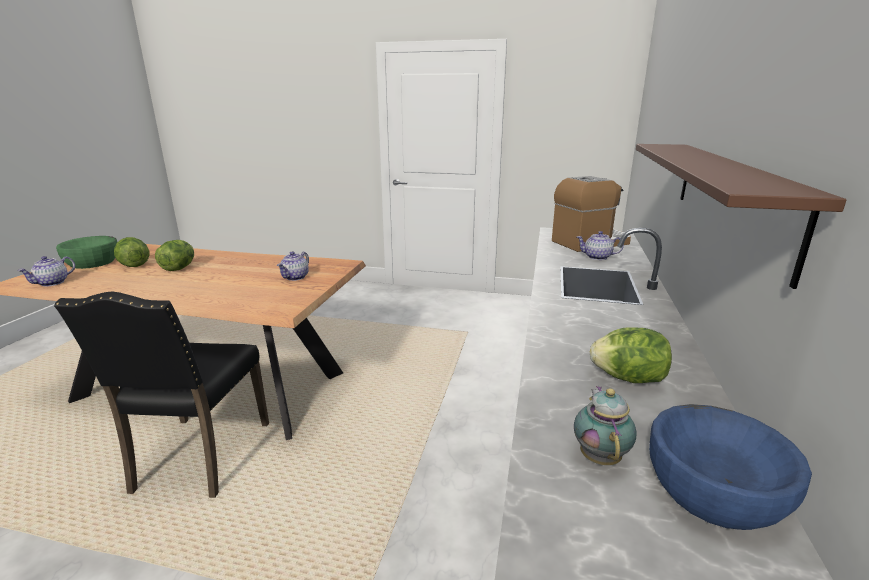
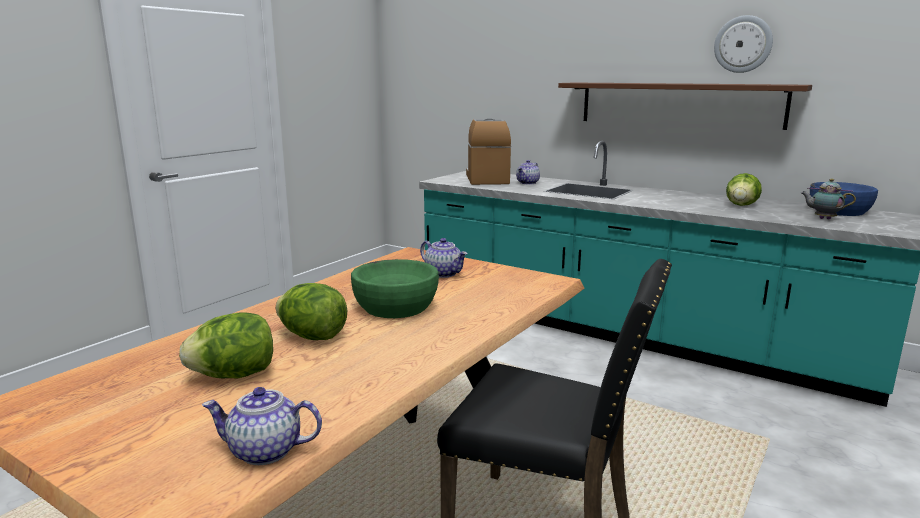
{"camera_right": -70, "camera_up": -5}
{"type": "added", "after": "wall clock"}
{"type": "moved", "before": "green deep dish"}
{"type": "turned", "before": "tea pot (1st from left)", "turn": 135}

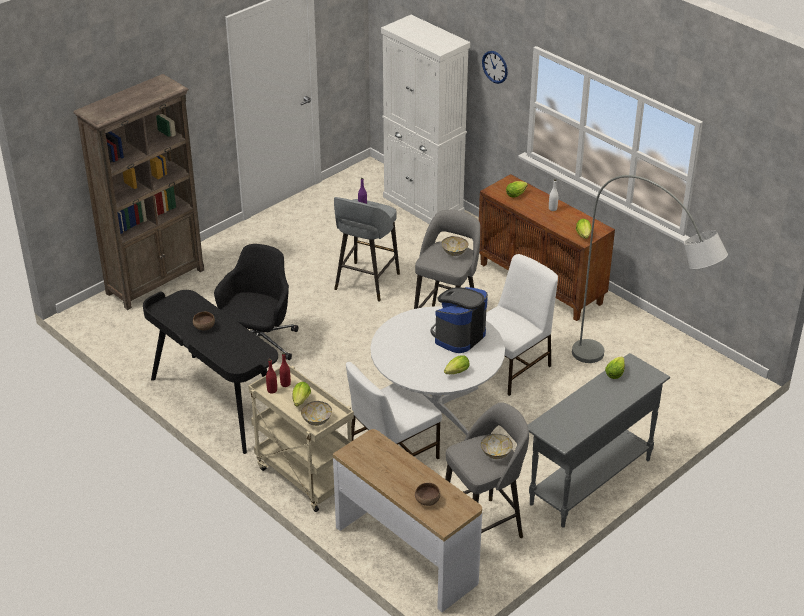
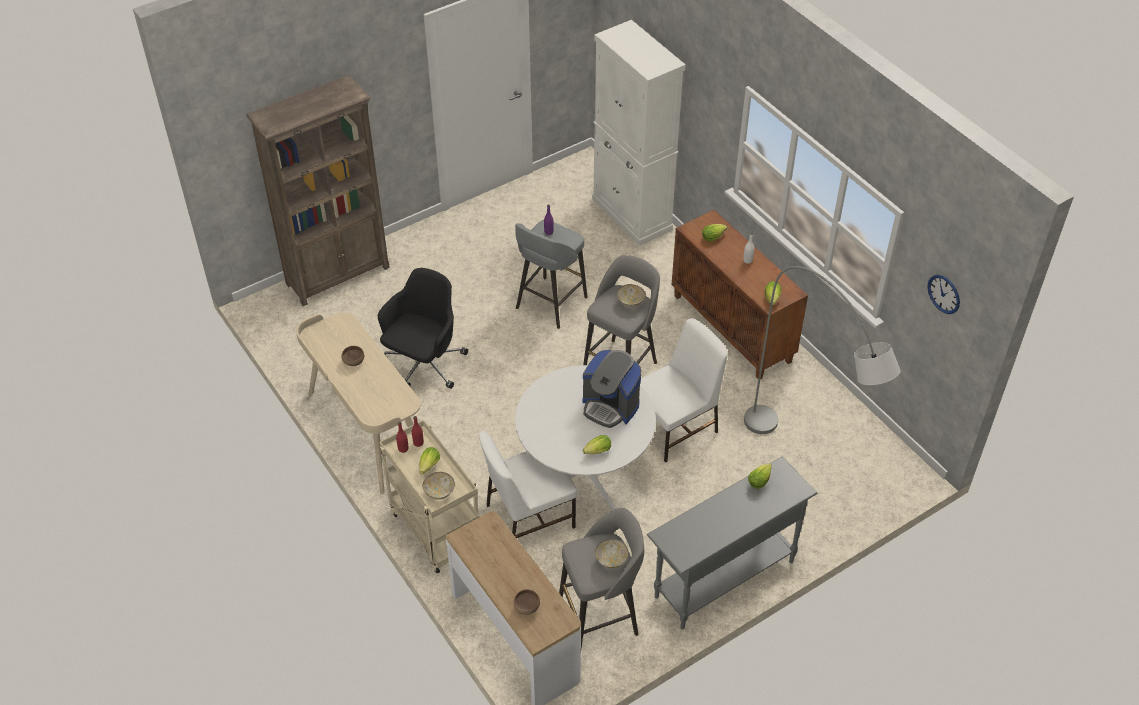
{"camera_right": 10, "camera_up": 10}
{"type": "moved", "before": "wall clock"}
{"type": "recoloured", "before": "black-coloured desk unit", "after": "beige desk unit"}
{"type": "turned", "before": "coffee machine", "turn": -105}

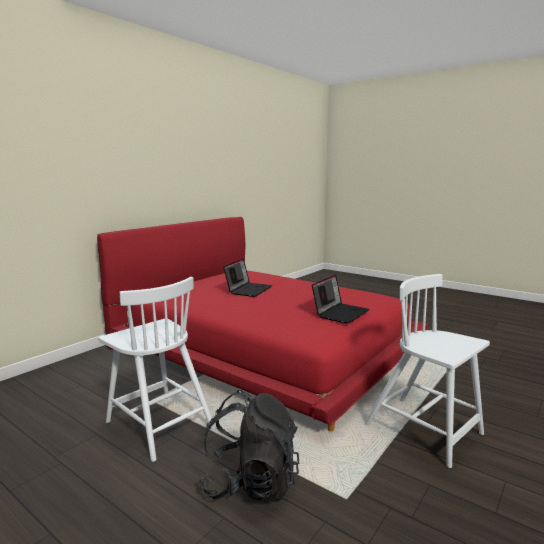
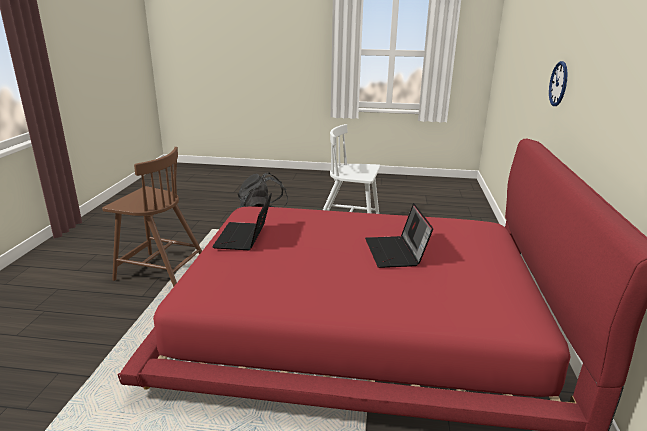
{"camera_right": 150, "camera_up": 10}
{"type": "added", "after": "wall clock"}
{"type": "recoloured", "before": "white-coloured plain chair (2nd from left)", "after": "brownish plain chair"}

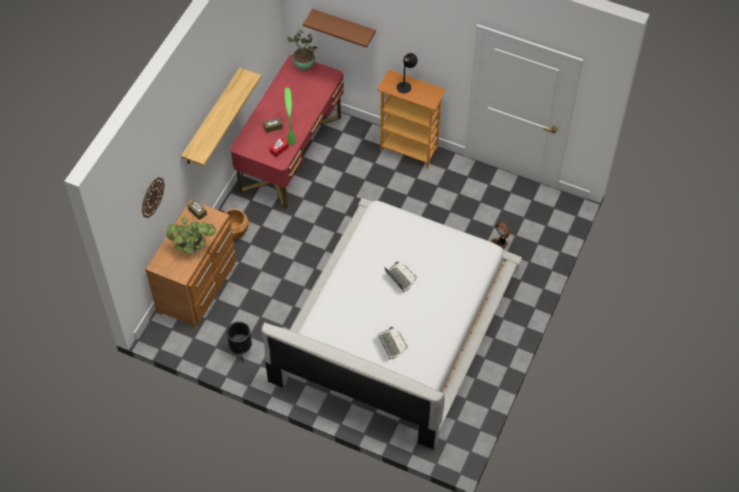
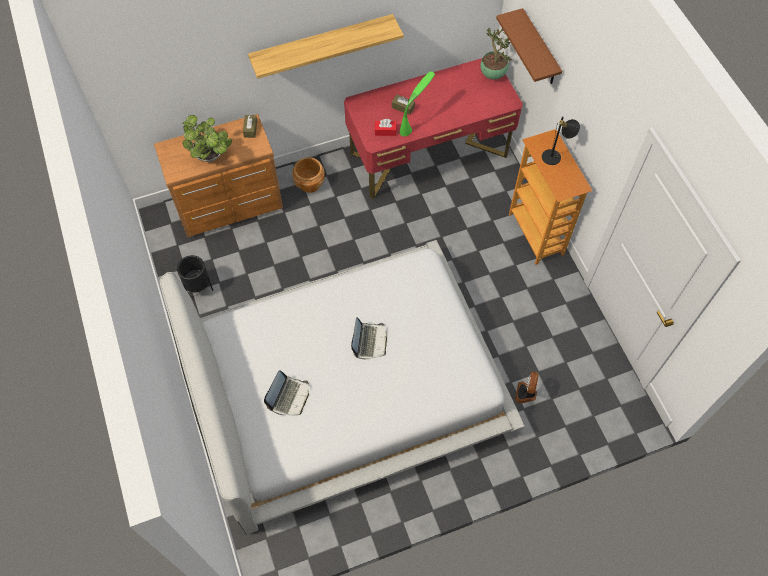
{"camera_right": 45, "camera_up": 5}
{"type": "removed", "before": "wall clock"}

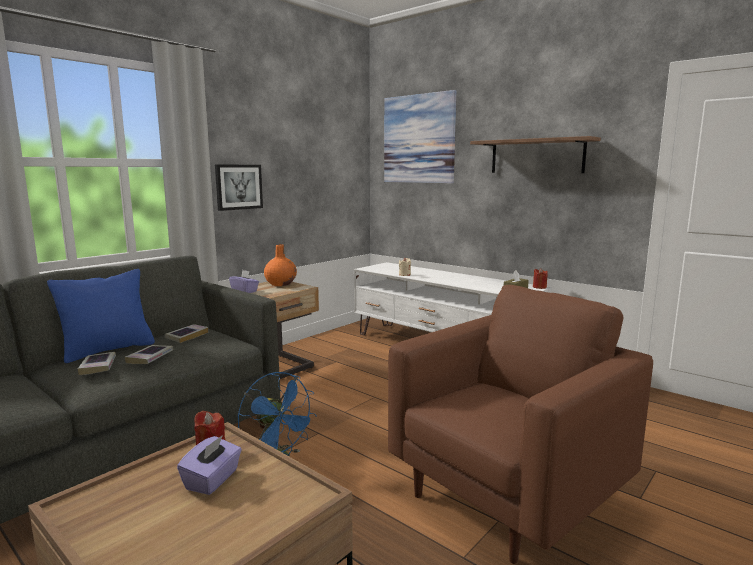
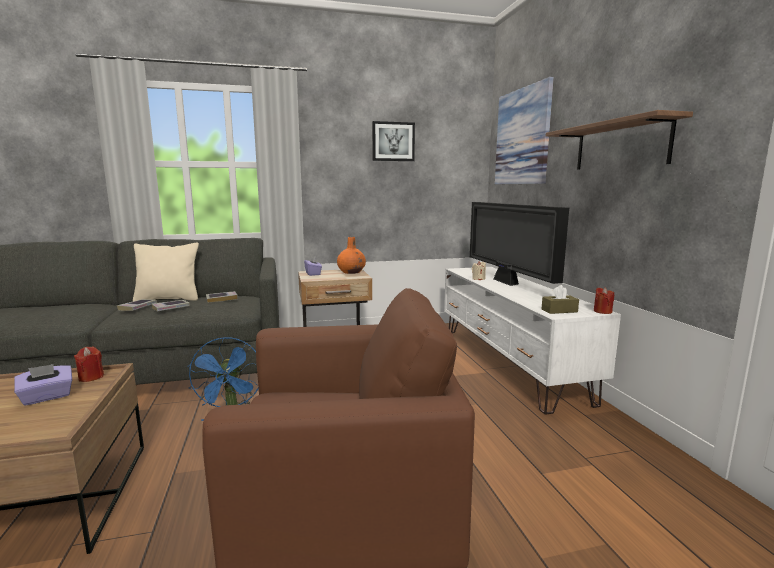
{"camera_right": 35, "camera_up": 0}
{"type": "added", "after": "TV"}
{"type": "moved", "before": "wall picture (1st from left)"}
{"type": "recoloured", "before": "bluish cushion", "after": "beige cushion"}

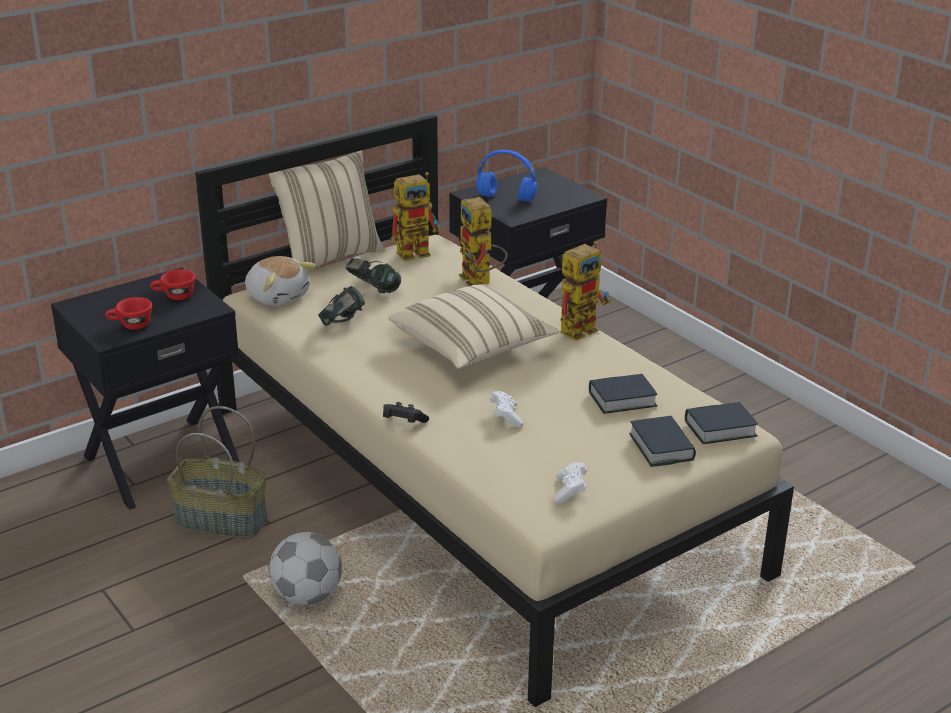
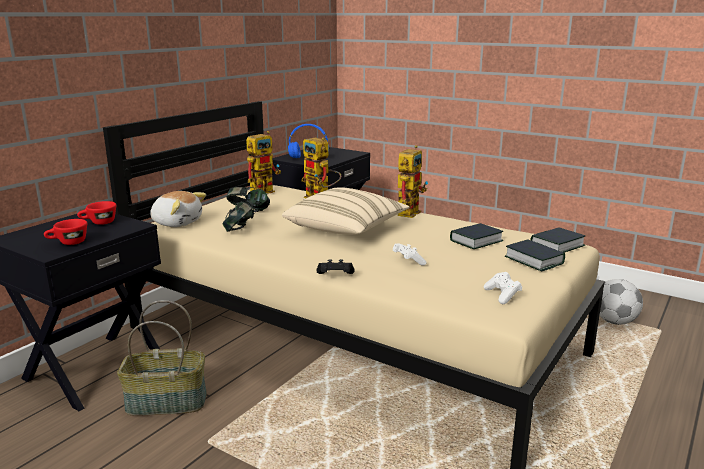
{"camera_right": -20, "camera_up": -10}
{"type": "removed", "before": "beige cushion (1st from left)"}
{"type": "moved", "before": "ball for football"}

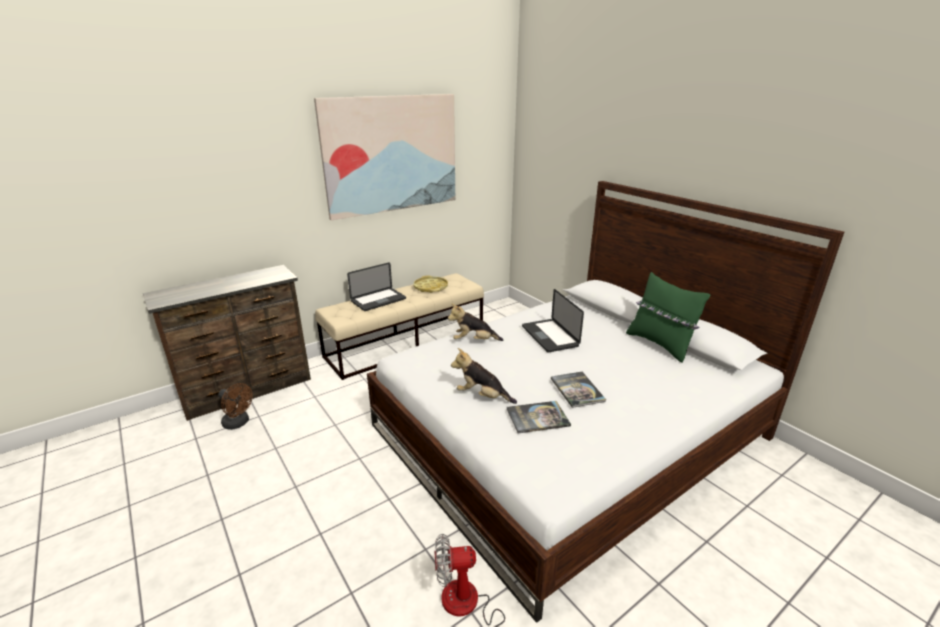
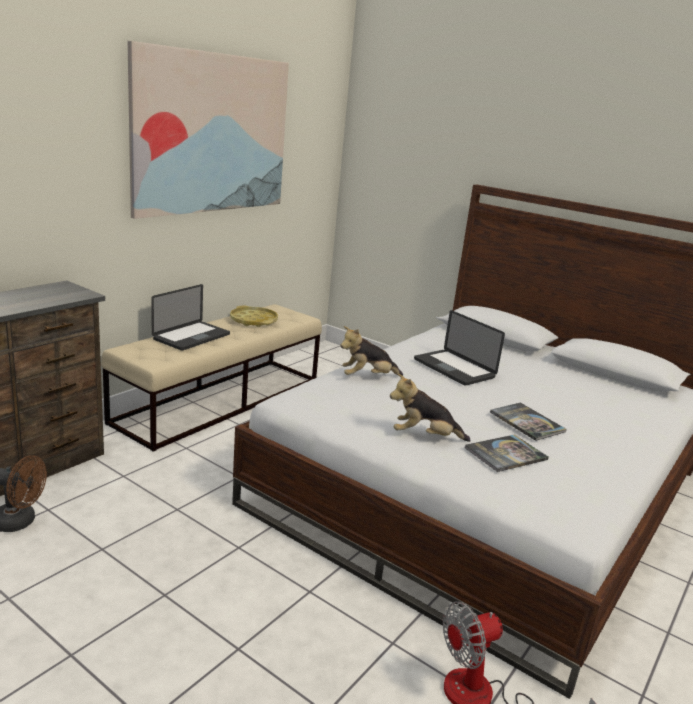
{"camera_right": -20, "camera_up": -5}
{"type": "removed", "before": "green cushion"}

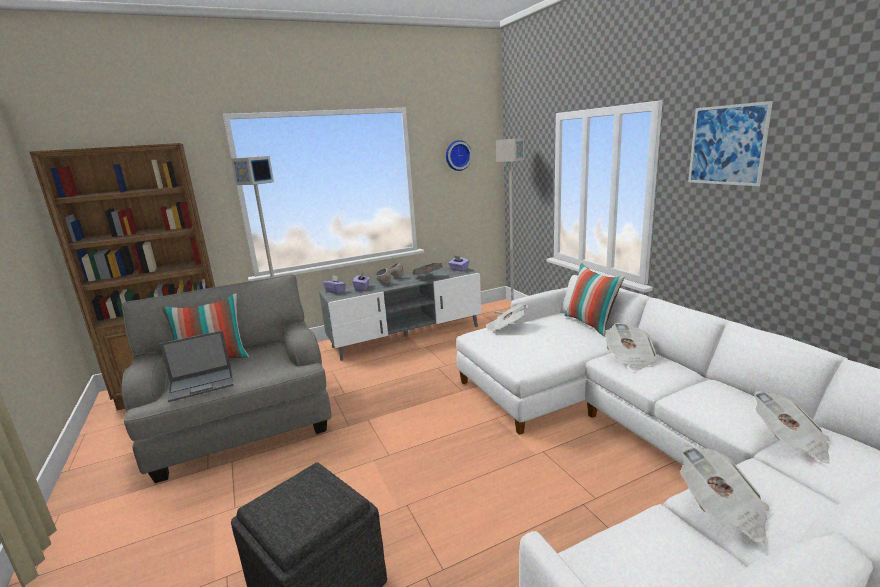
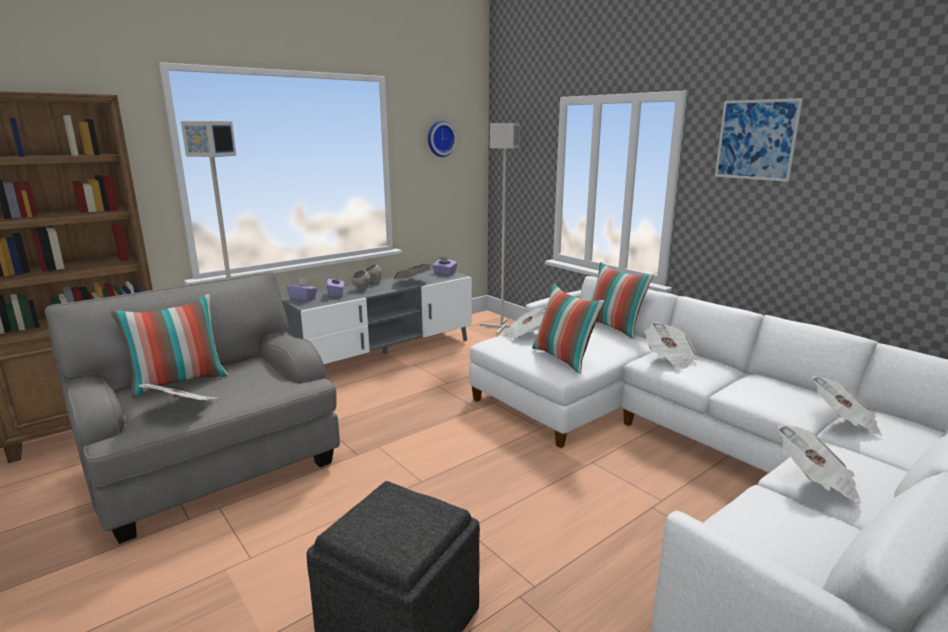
{"camera_right": -15, "camera_up": 0}
{"type": "added", "after": "cushion (2nd from left)"}
{"type": "replaced", "before": "notebook computer", "after": "printed paper (1st from left)"}

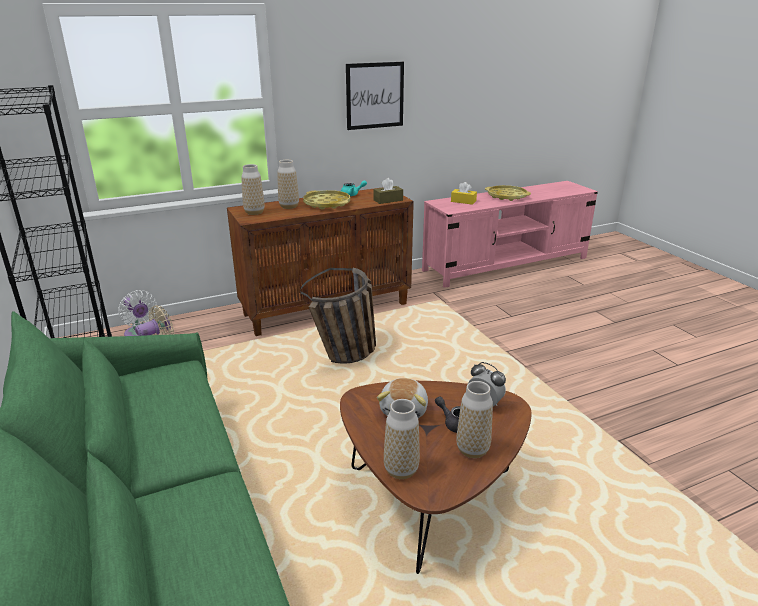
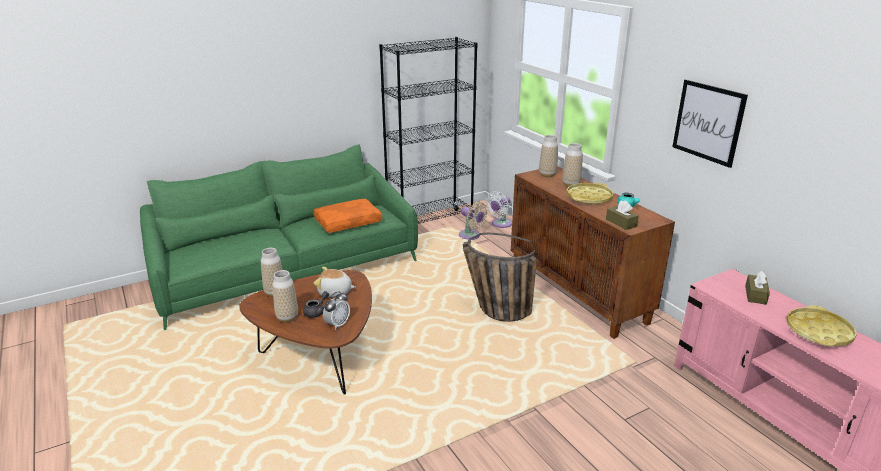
{"camera_right": 85, "camera_up": 0}
{"type": "added", "after": "orange cushion"}
{"type": "recoloured", "before": "yellow-coloured tissue box", "after": "brownish tissue box (2nd from left)"}

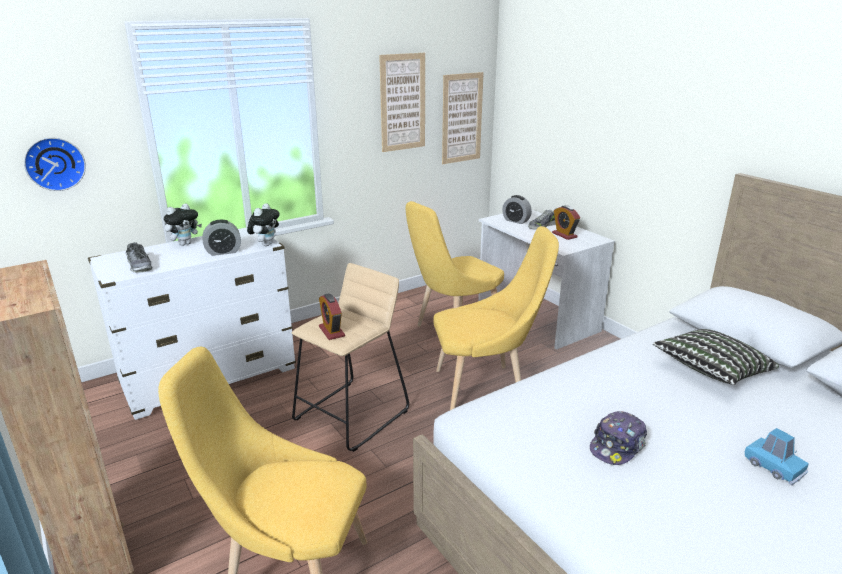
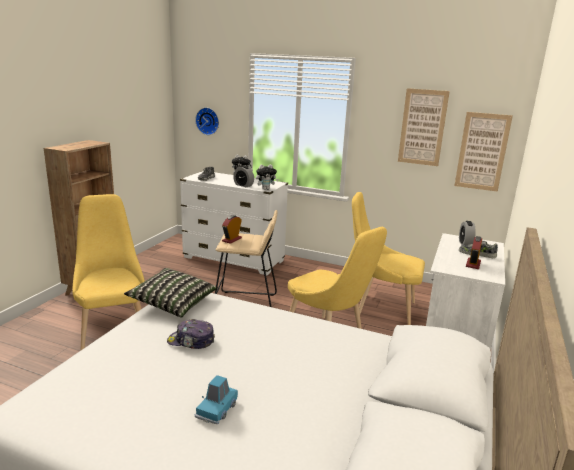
{"camera_right": 55, "camera_up": -5}
{"type": "moved", "before": "cushion"}

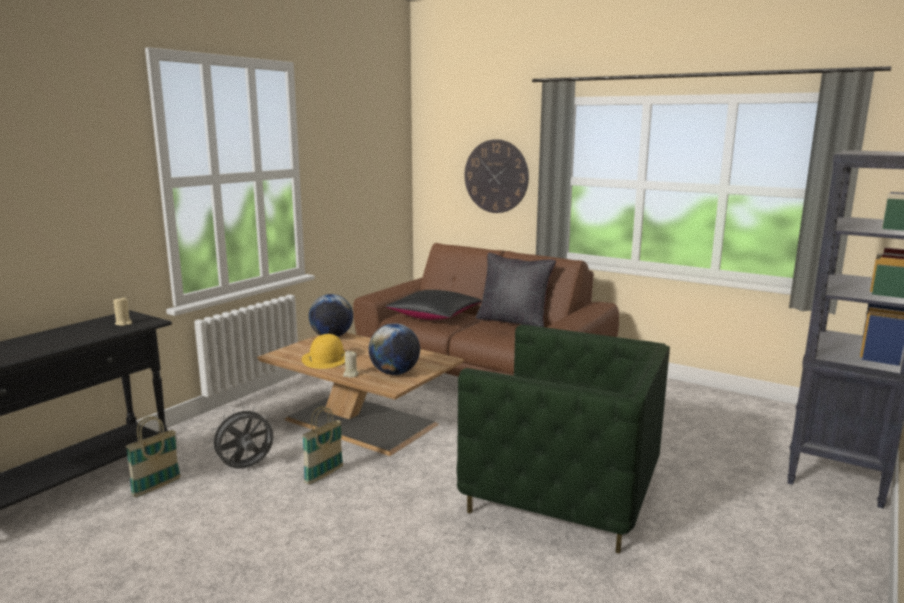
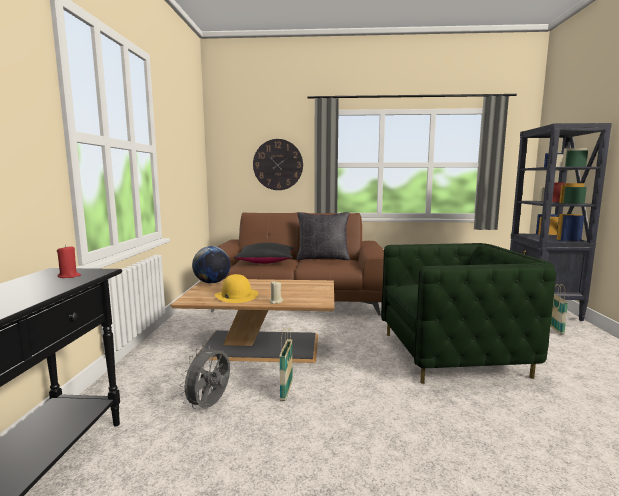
{"camera_right": -30, "camera_up": -5}
{"type": "removed", "before": "world globe (2nd from left)"}
{"type": "moved", "before": "household basket (1st from left in the first image)", "after": "household basket (2nd from left)"}
{"type": "recoloured", "before": "beige wax light (1st from left)", "after": "red wax light"}

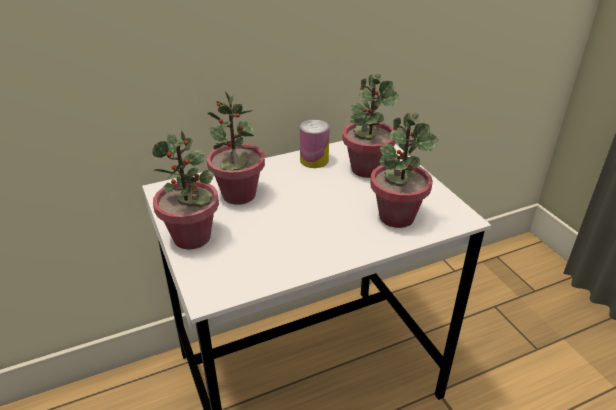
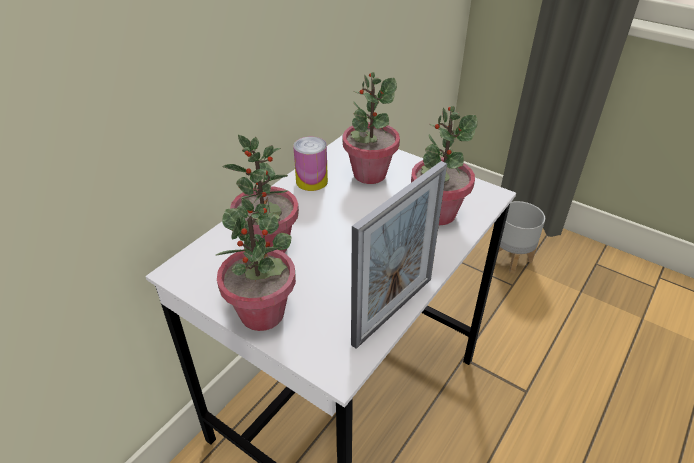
{"camera_right": -30, "camera_up": 5}
{"type": "added", "after": "photo frame"}
{"type": "added", "after": "grey flower pot"}

